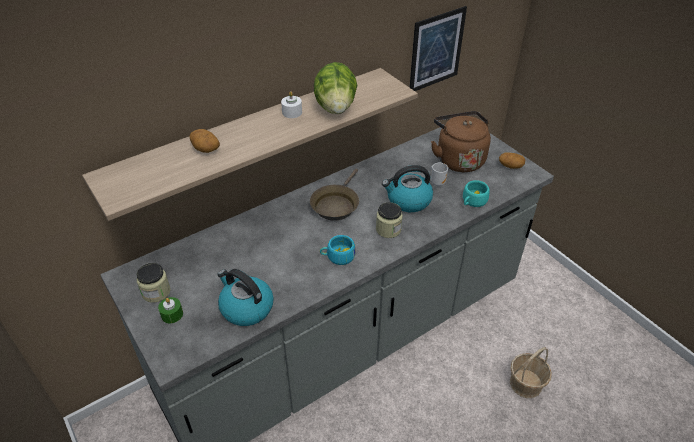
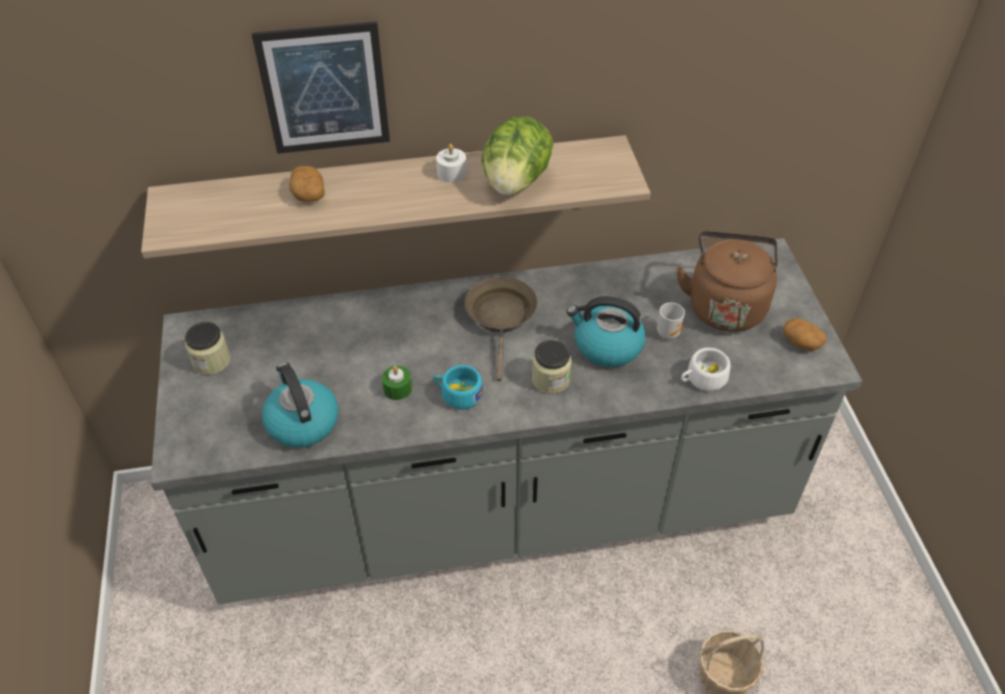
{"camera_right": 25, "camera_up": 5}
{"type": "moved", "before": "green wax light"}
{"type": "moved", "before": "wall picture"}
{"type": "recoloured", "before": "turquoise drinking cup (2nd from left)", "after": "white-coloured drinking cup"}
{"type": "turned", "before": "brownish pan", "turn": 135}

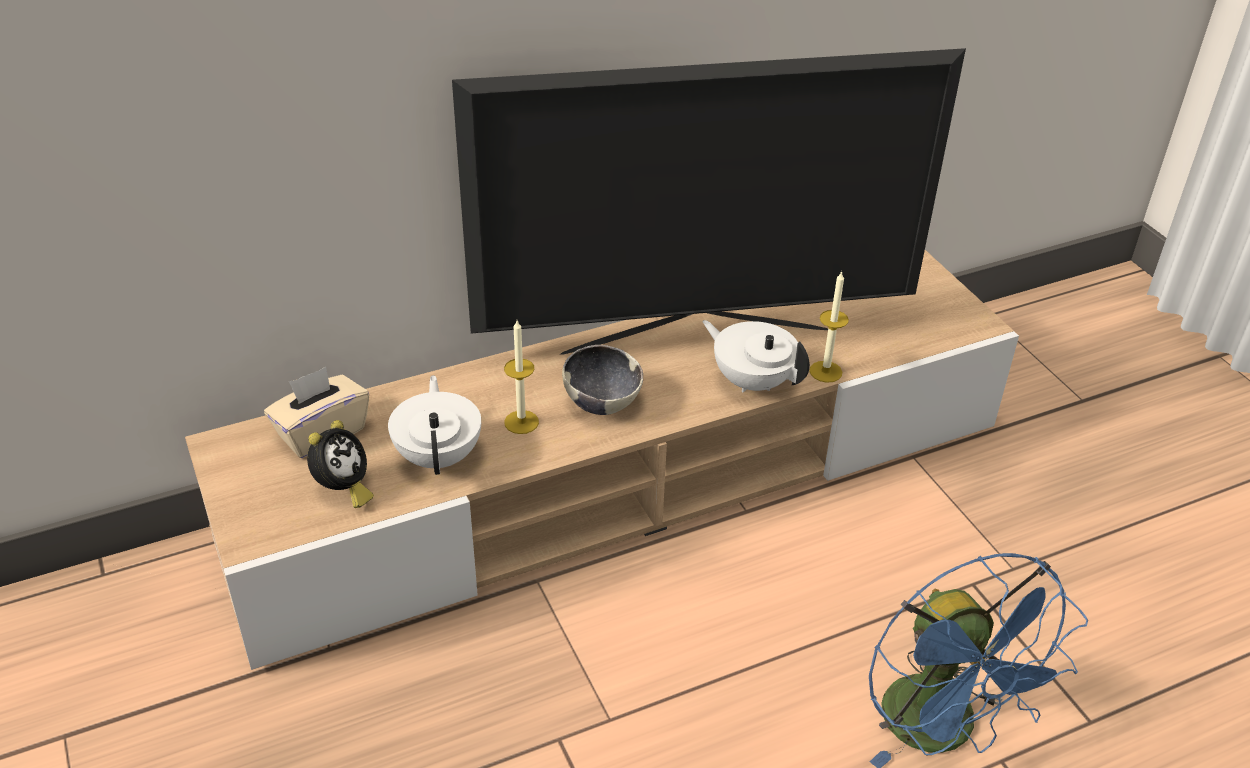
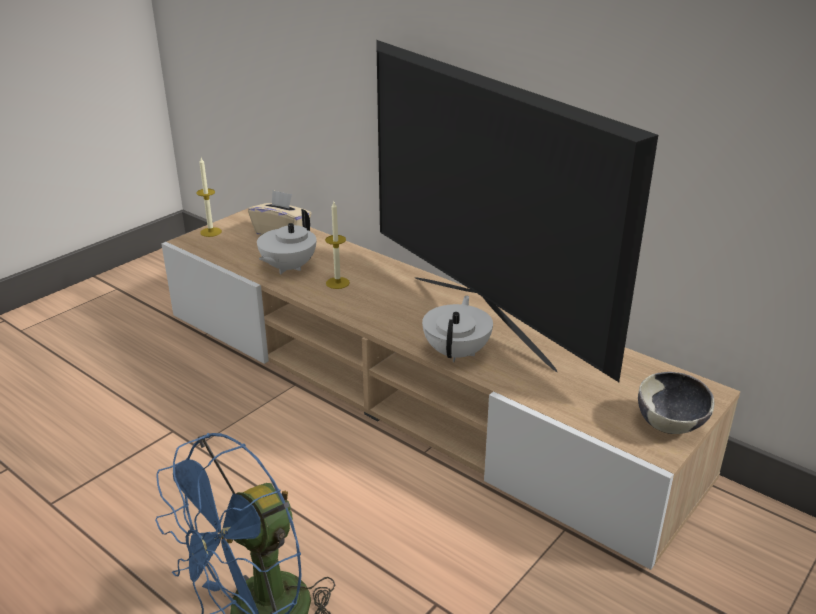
{"camera_right": 65, "camera_up": -10}
{"type": "removed", "before": "table clock"}
{"type": "moved", "before": "deep dish"}
{"type": "moved", "before": "wax light (2nd from left in the first image)", "after": "wax light (1st from left)"}
{"type": "turned", "before": "white-coloured tea pot (1st from left)", "turn": 150}

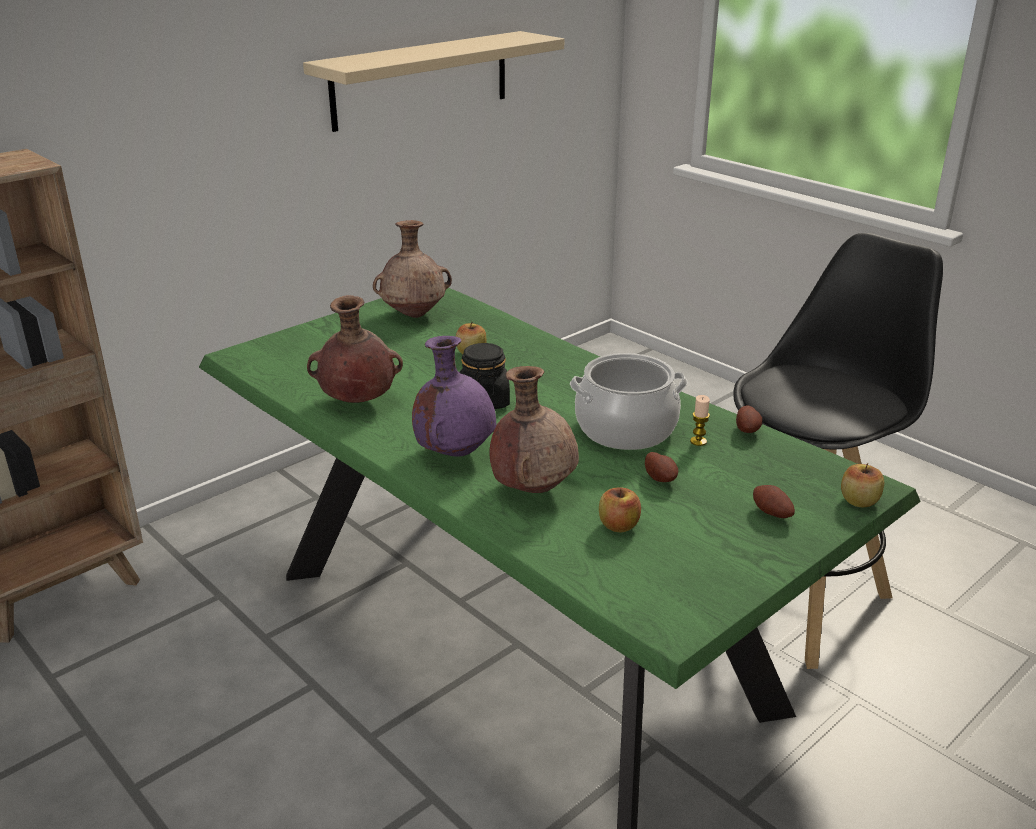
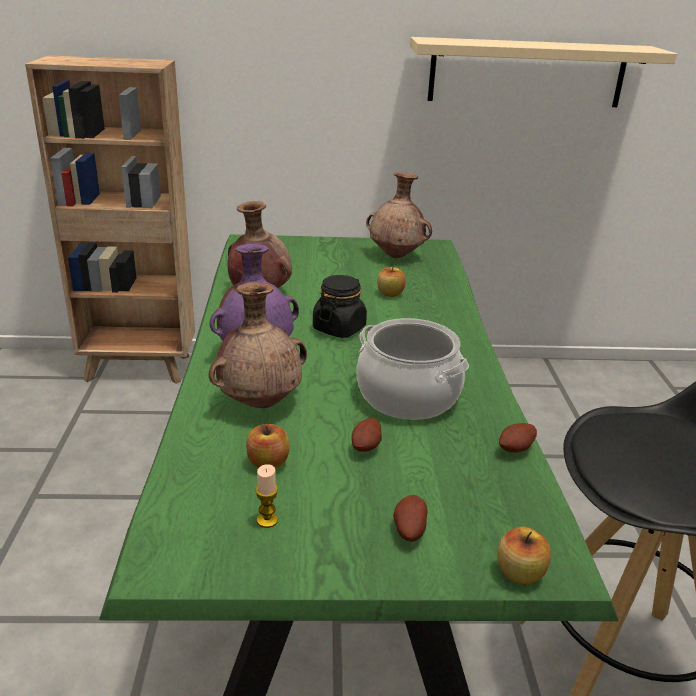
{"camera_right": 40, "camera_up": 0}
{"type": "moved", "before": "wax light"}

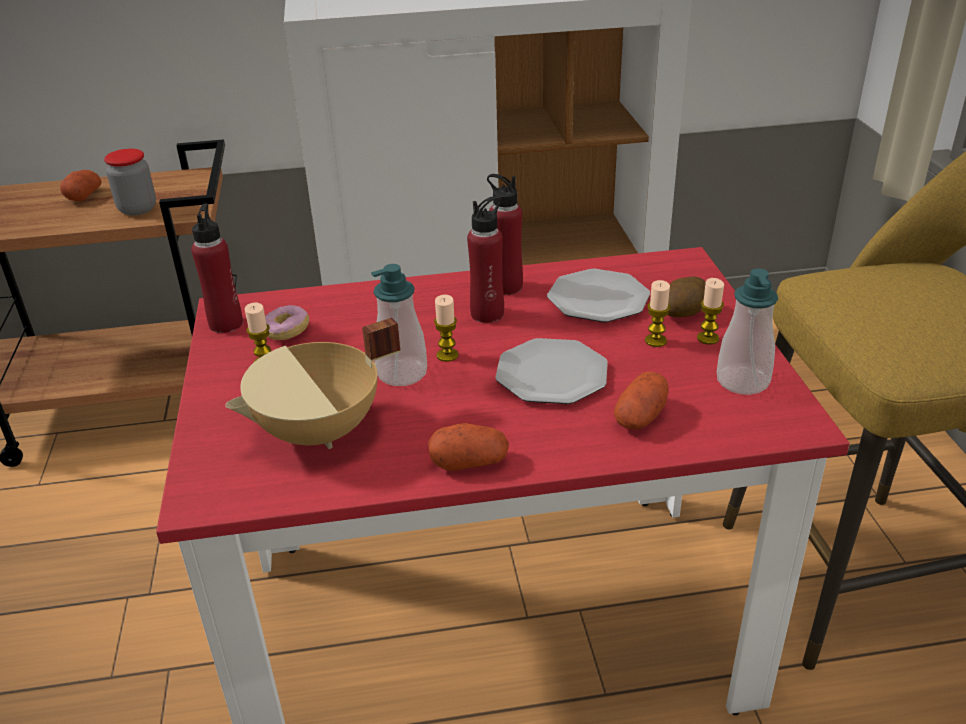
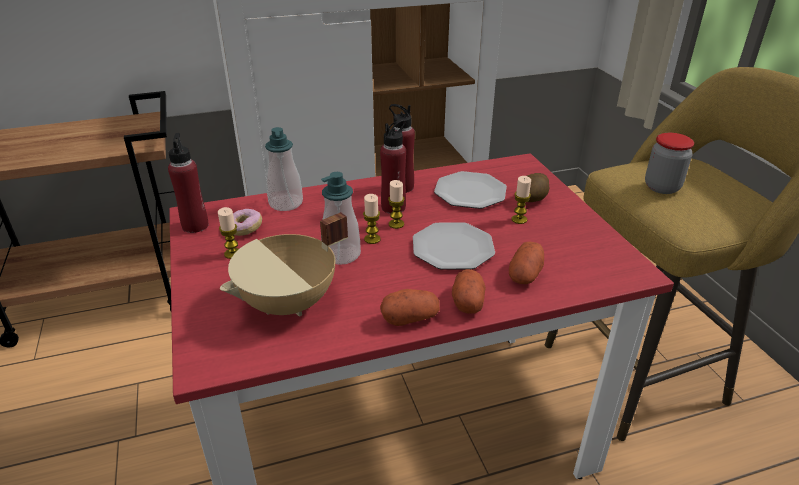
{"camera_right": -10, "camera_up": 0}
{"type": "moved", "before": "whole potato (1st from left in the first image)", "after": "whole potato (2nd from left)"}
{"type": "moved", "before": "preserve jar"}
{"type": "moved", "before": "wax light (4th from left in the first image)", "after": "wax light (3rd from left)"}
{"type": "moved", "before": "liquid soap bottle (2nd from left in the first image)", "after": "liquid soap bottle (1st from left)"}

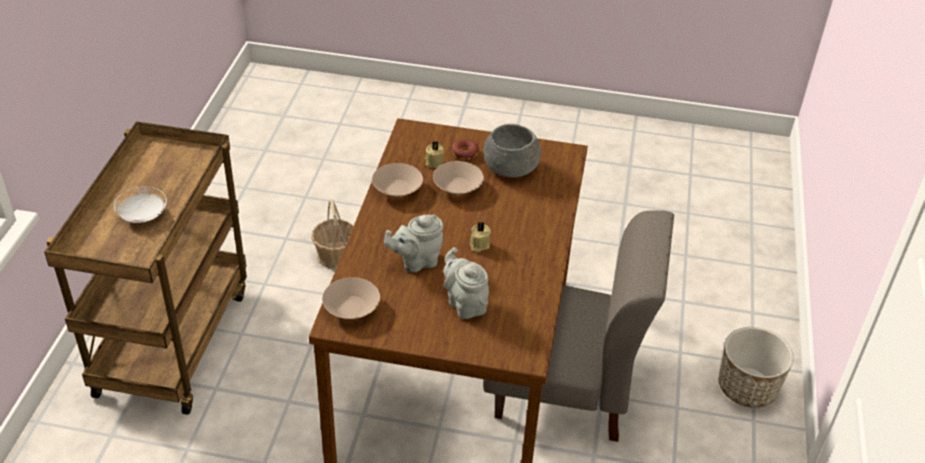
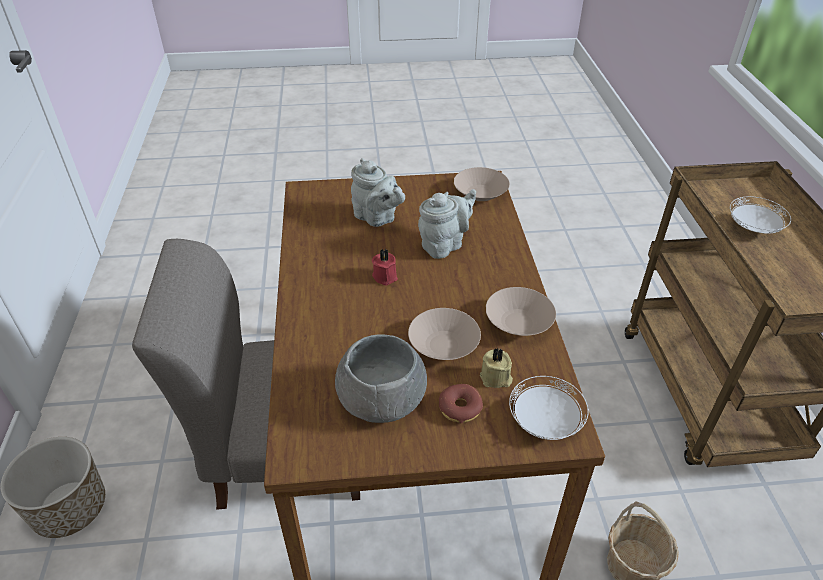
{"camera_right": 165, "camera_up": 0}
{"type": "added", "after": "white-coloured plate (1st from left)"}
{"type": "recoloured", "before": "beige wax light (2nd from left)", "after": "red wax light"}

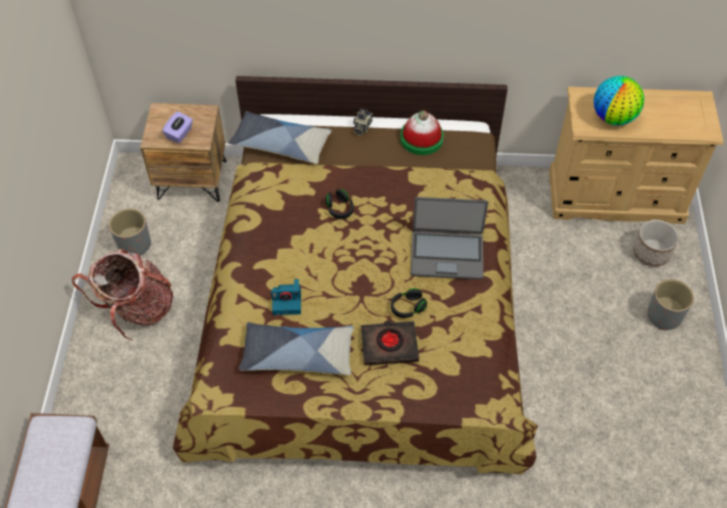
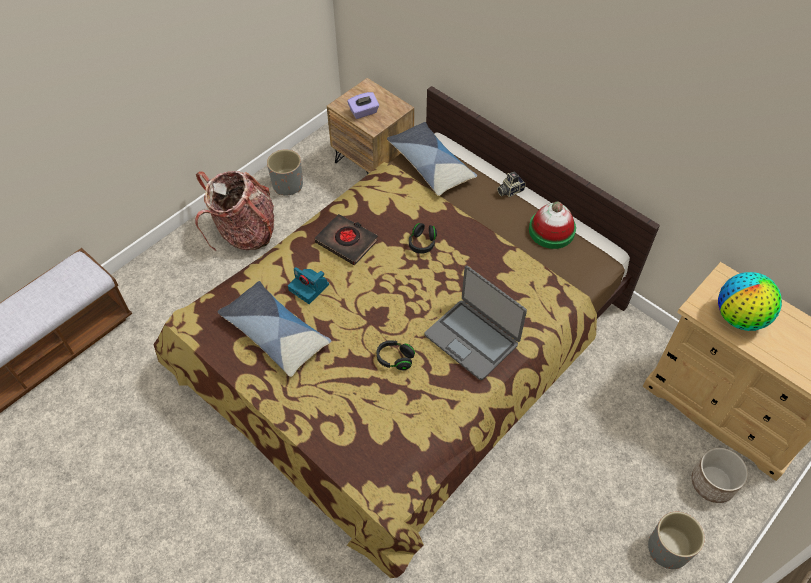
{"camera_right": 40, "camera_up": 0}
{"type": "moved", "before": "black-coloured book"}

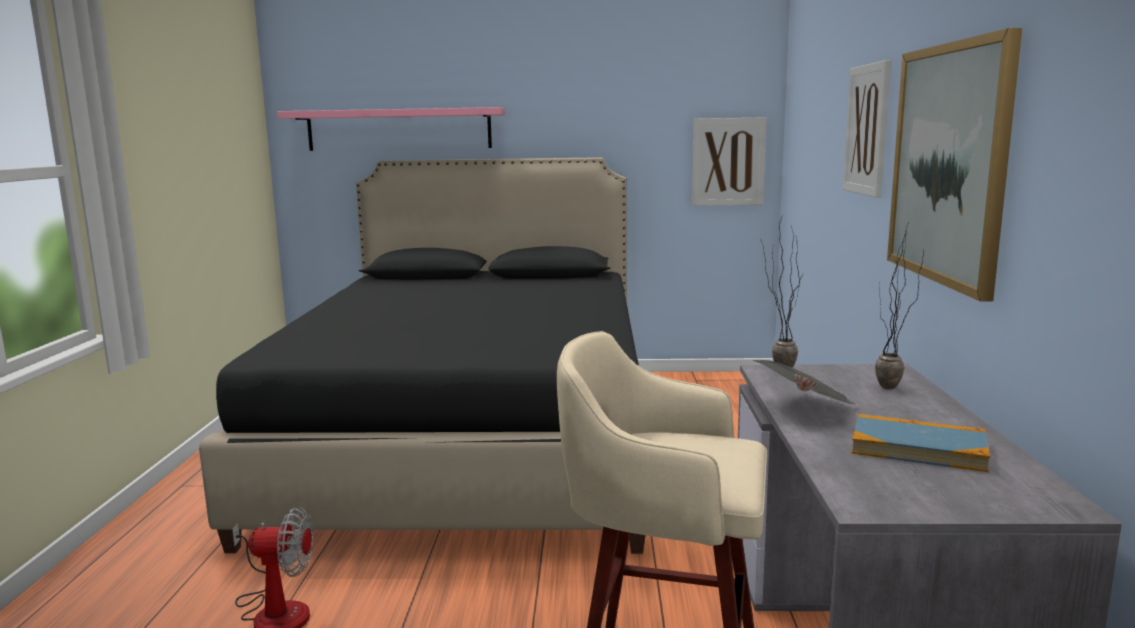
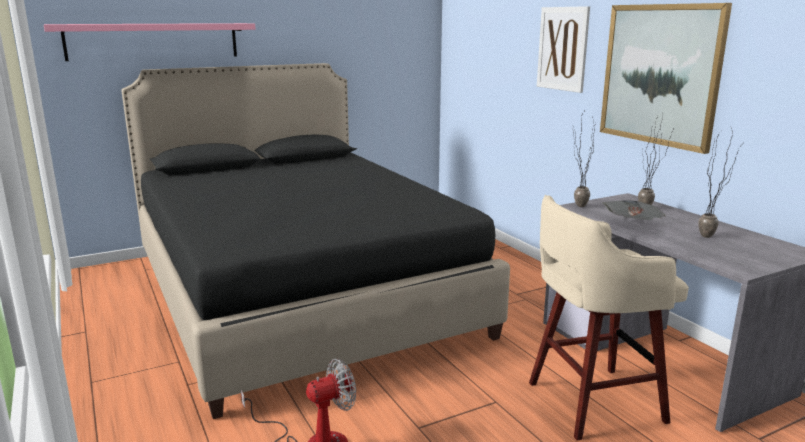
{"camera_right": -30, "camera_up": 5}
{"type": "removed", "before": "wall picture (1st from left)"}
{"type": "replaced", "before": "book", "after": "houseplant (3rd from left)"}

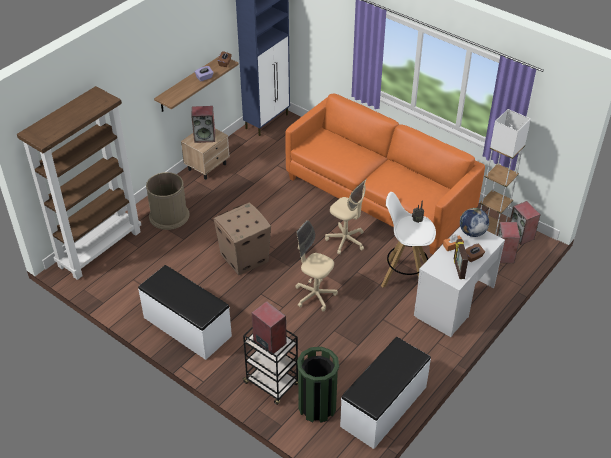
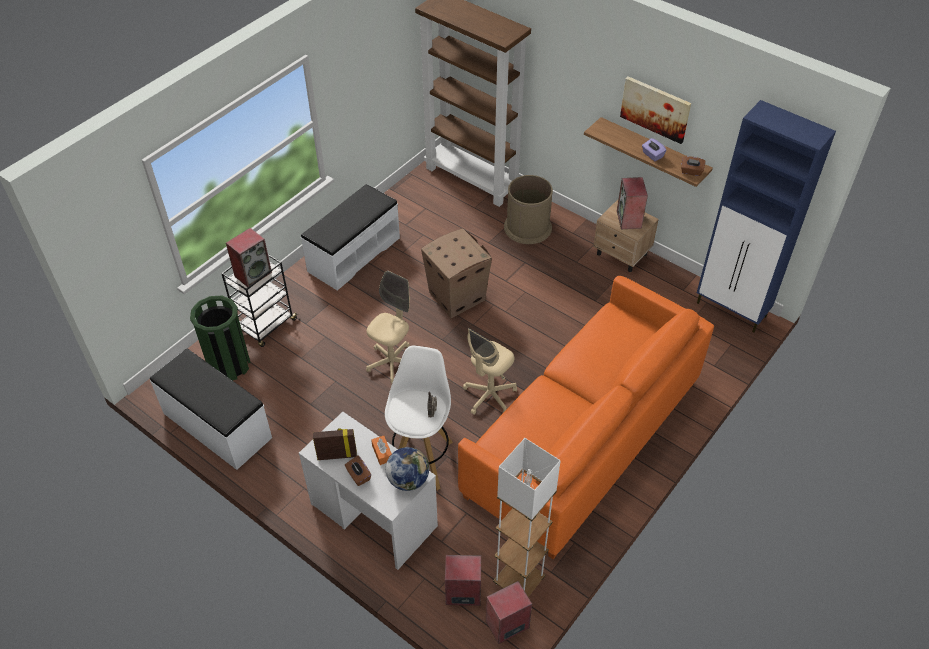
{"camera_right": 90, "camera_up": 5}
{"type": "added", "after": "wall picture"}

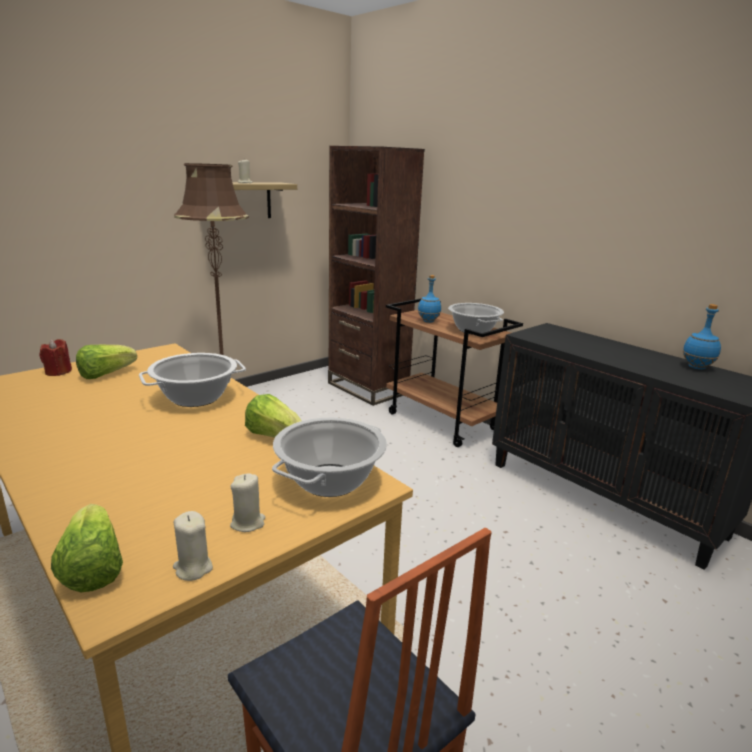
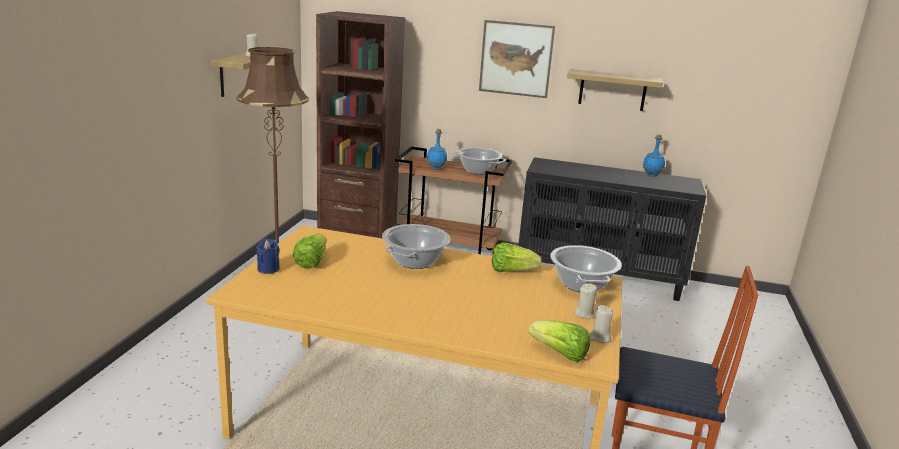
{"camera_right": -35, "camera_up": 0}
{"type": "added", "after": "wall picture"}
{"type": "added", "after": "shelf (2nd from left)"}
{"type": "recoloured", "before": "red wax light", "after": "bluish wax light"}

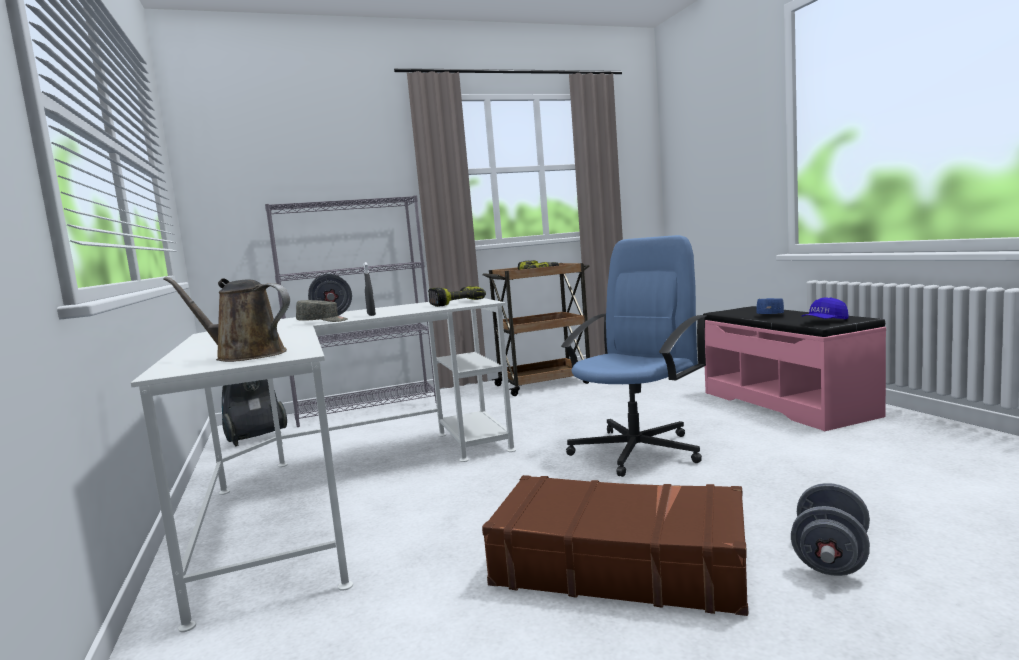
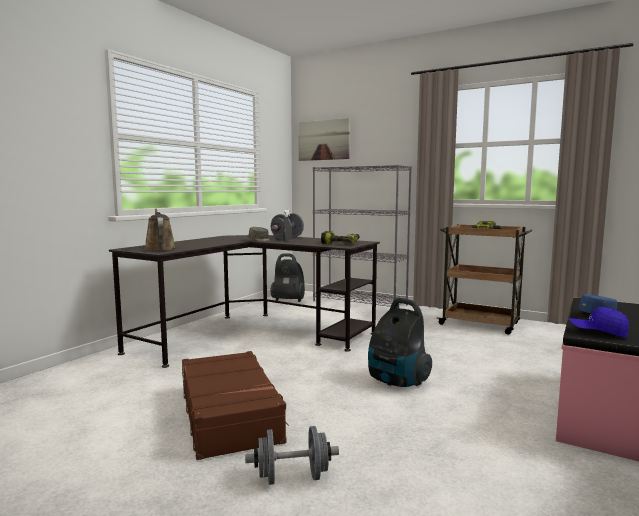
{"camera_right": 50, "camera_up": 0}
{"type": "added", "after": "wall picture"}
{"type": "replaced", "before": "bluish desk chair", "after": "hoover (2nd from left)"}
{"type": "recoloured", "before": "white-coloured desk unit", "after": "black-coloured desk unit"}

